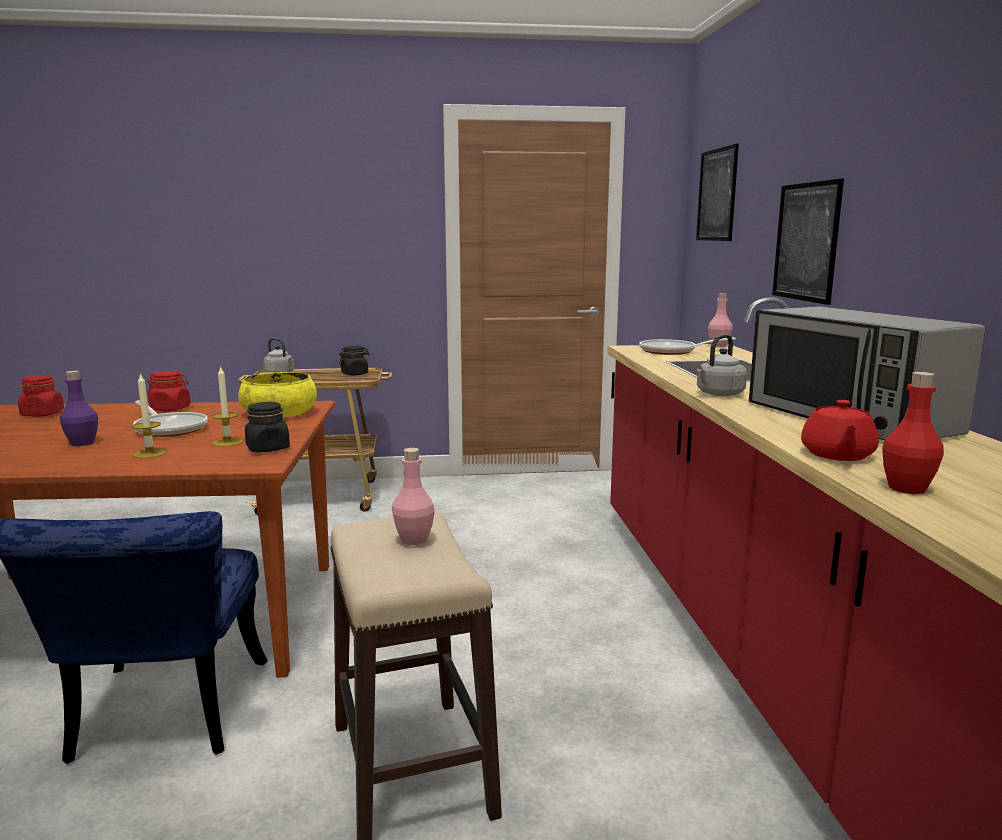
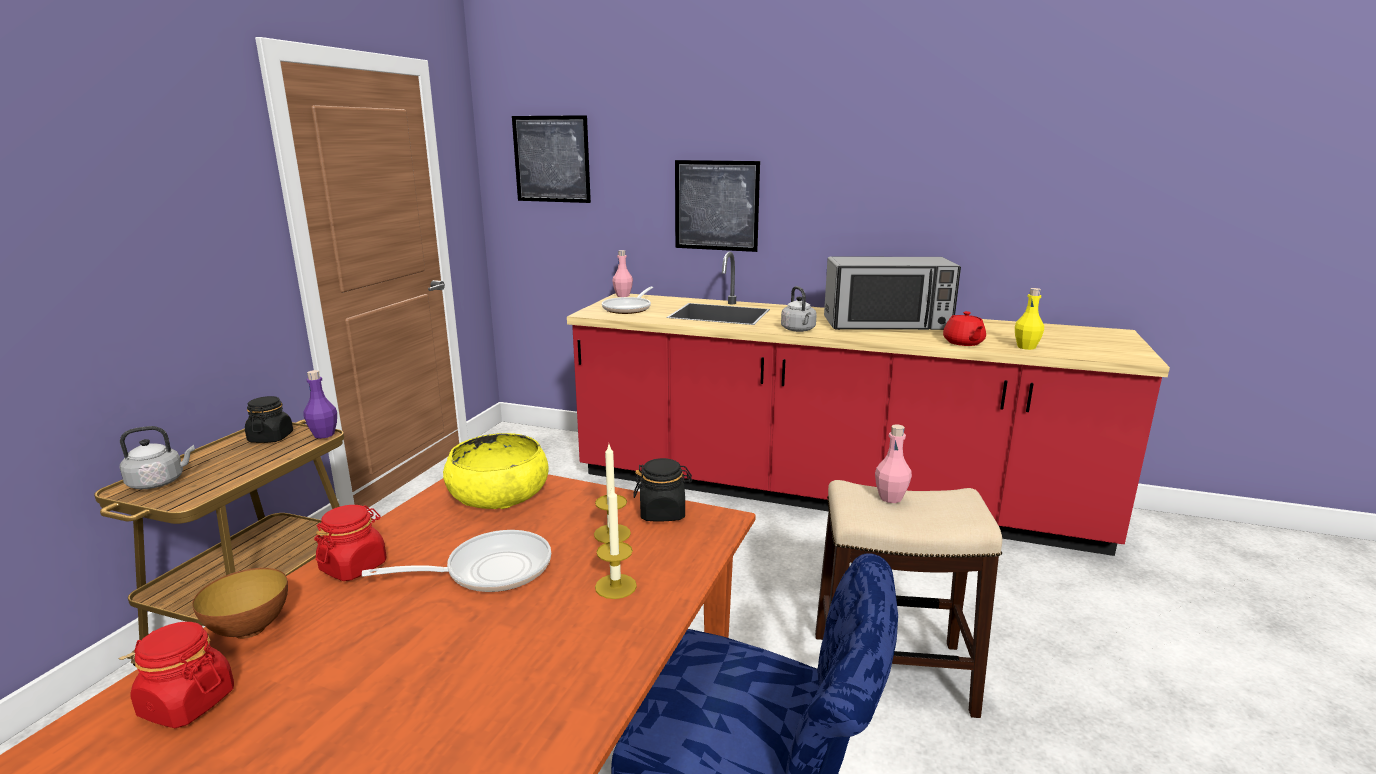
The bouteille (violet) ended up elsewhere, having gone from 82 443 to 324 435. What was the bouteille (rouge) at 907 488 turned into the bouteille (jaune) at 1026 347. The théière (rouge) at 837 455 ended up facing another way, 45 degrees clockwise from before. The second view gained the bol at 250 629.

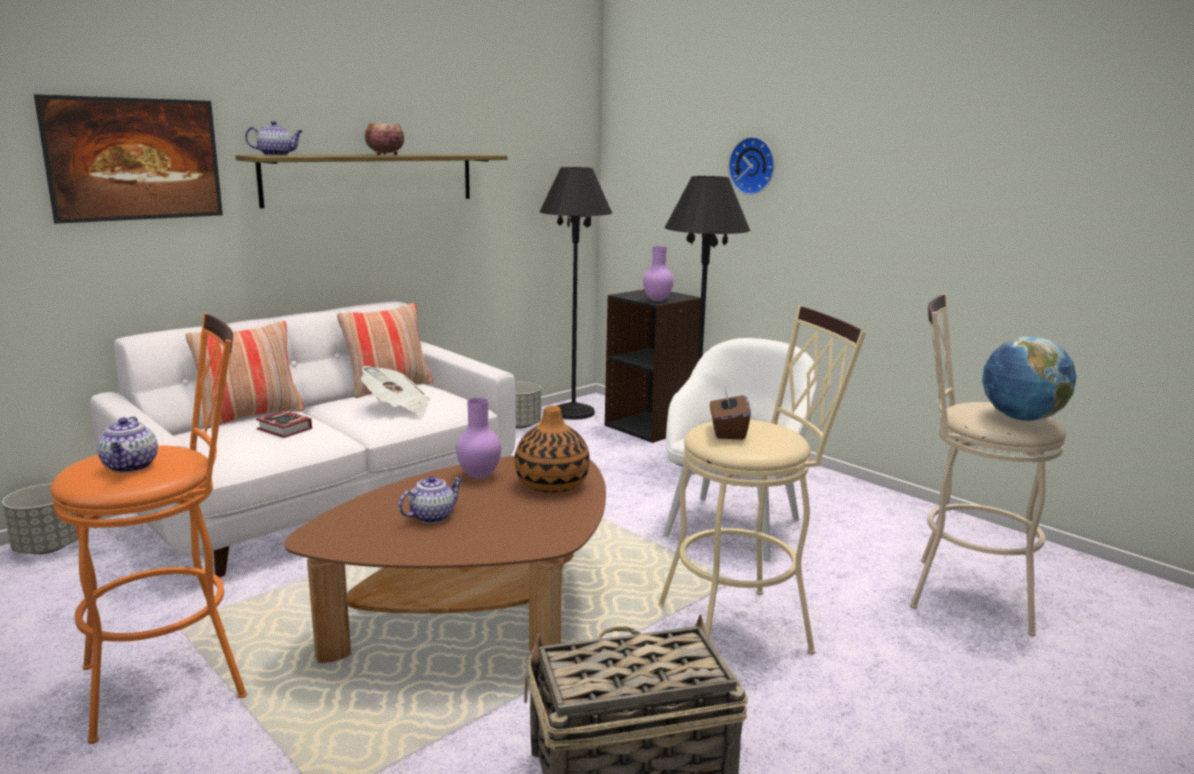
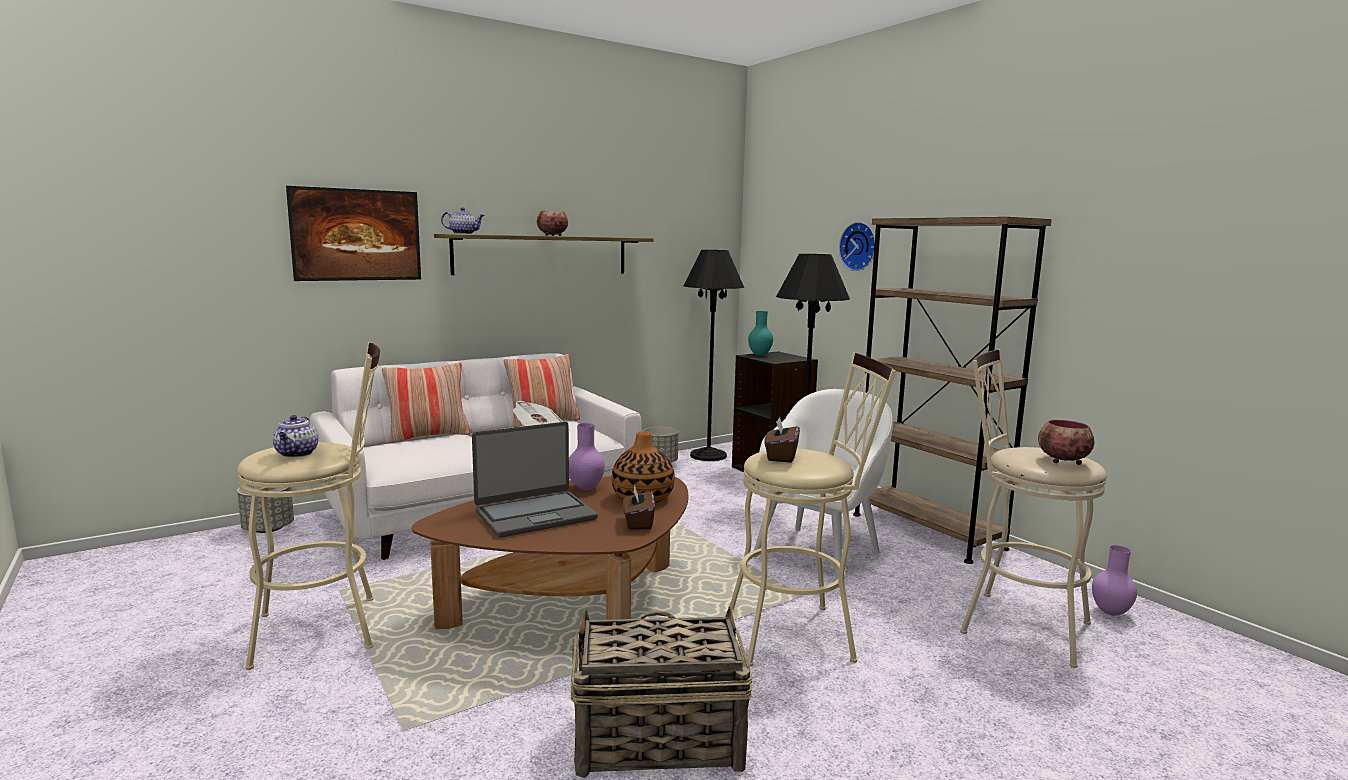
The vase (violet) ended up elsewhere, having gone from 657 300 to 1110 613. What was the tabouret (orange) at 181 677 turned into the tabouret (beige) at 329 629. Where the globe stood at 1021 418, the bol came to stand at 1062 461. The second view lost the livre at 284 430. Where the théière stood at 433 516, the ordinateur portable came to stand at 535 515. The second view gained the bibliothèque (marron) at 926 531. The second view gained the vase (turquoise) at 759 355. The second view gained the boîte à mouchoirs (marron) at 638 522.

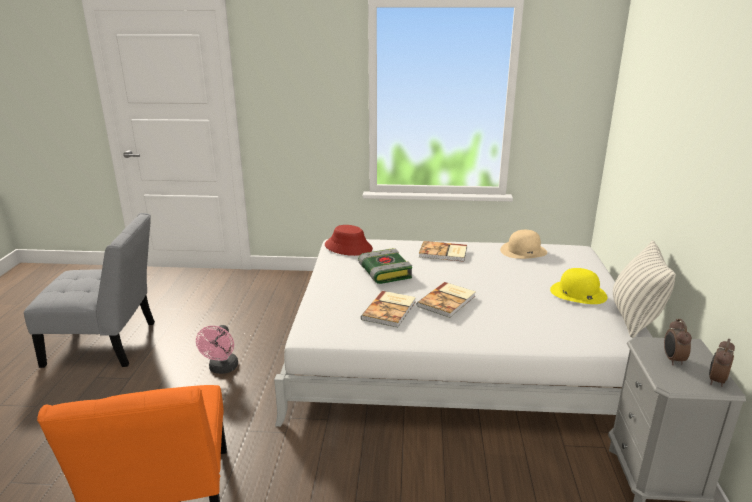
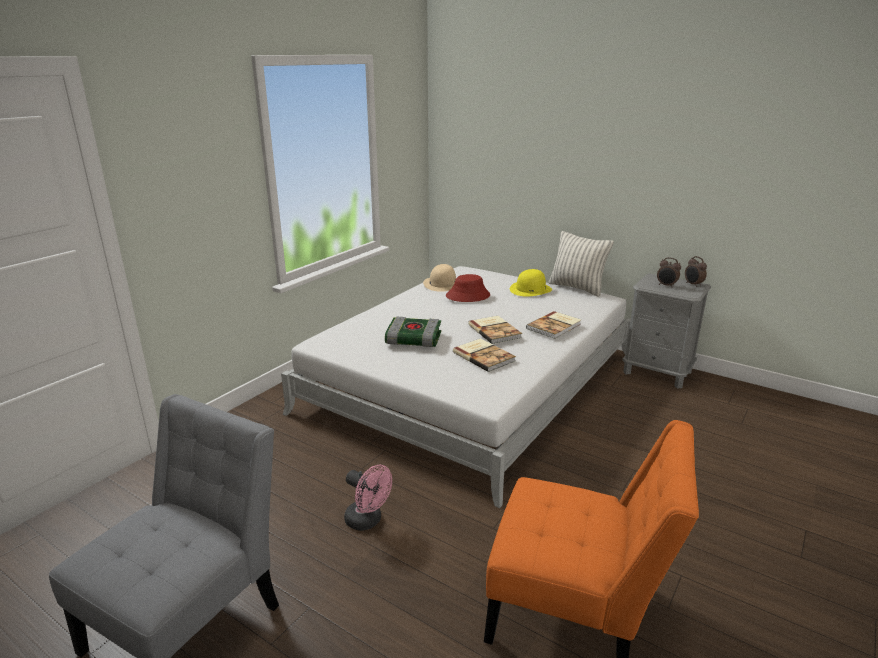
The chapeau (rouge) ended up elsewhere, having gone from 348 247 to 468 296. The livre ended up elsewhere, having gone from 443 253 to 555 326.

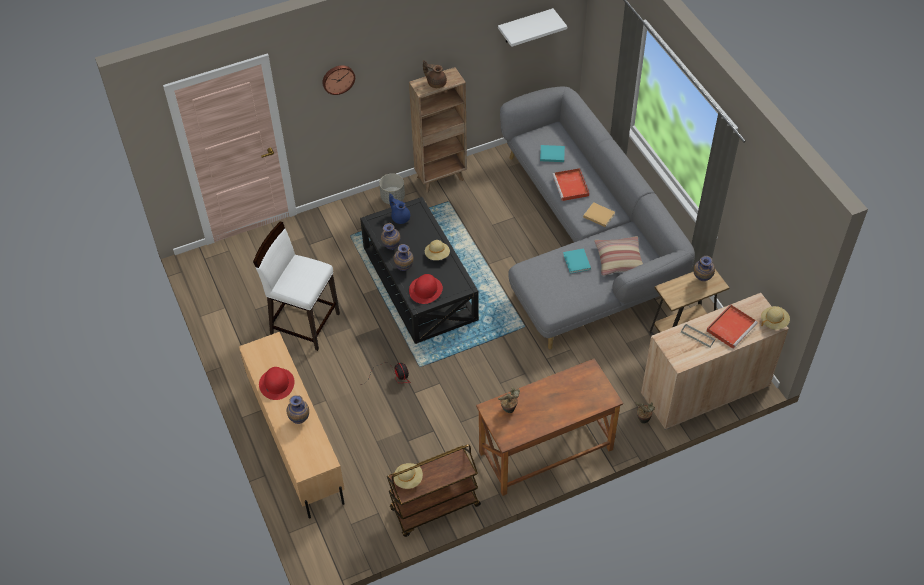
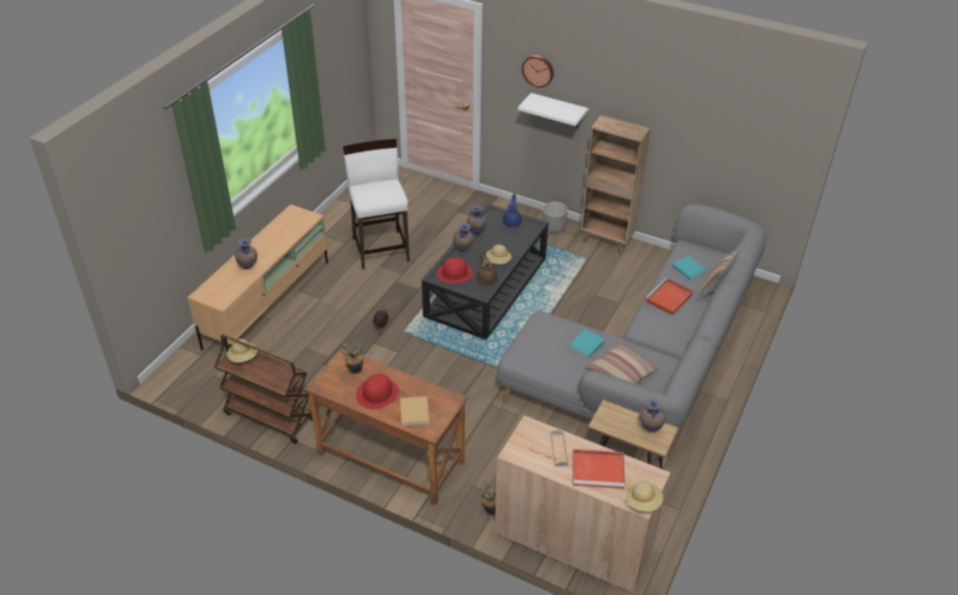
The étagère (blanc) ended up elsewhere, having gone from 525 26 to 558 111. The théière (marron) ended up elsewhere, having gone from 436 83 to 486 279. The livre (beige) ended up elsewhere, having gone from 598 215 to 414 411. The chapeau (rouge) ended up elsewhere, having gone from 276 383 to 377 393. The second view gained the coussin at 714 289.

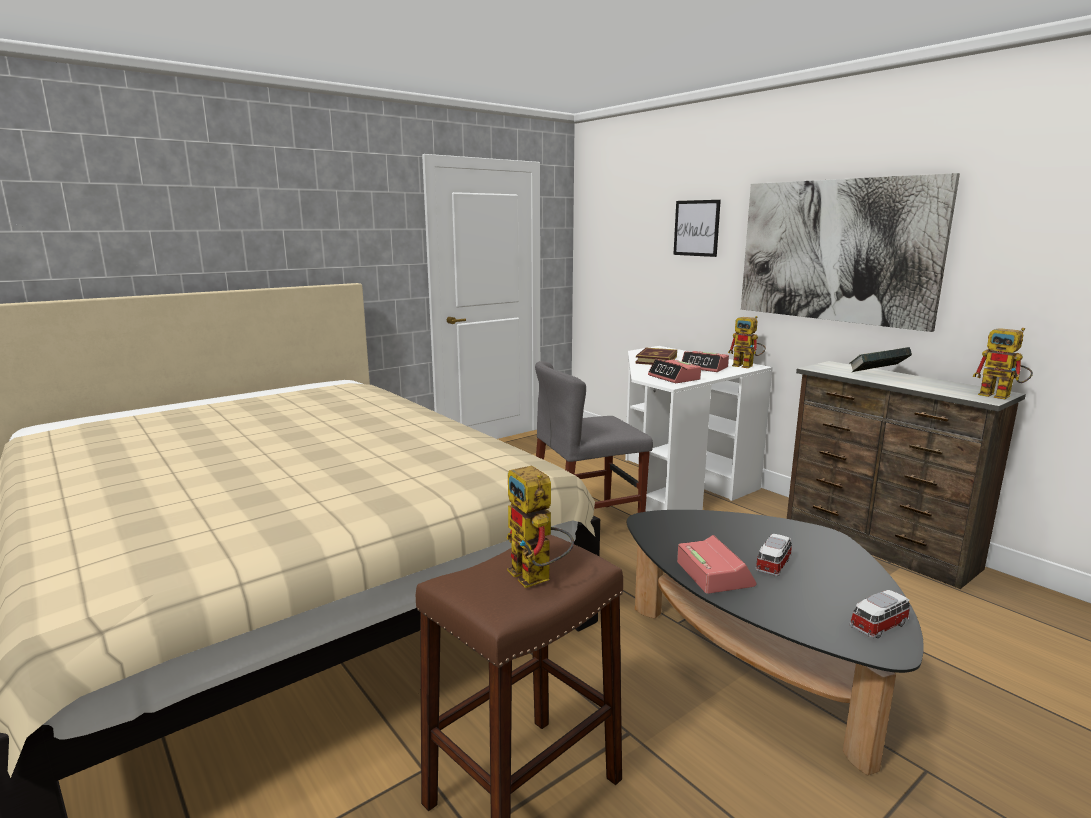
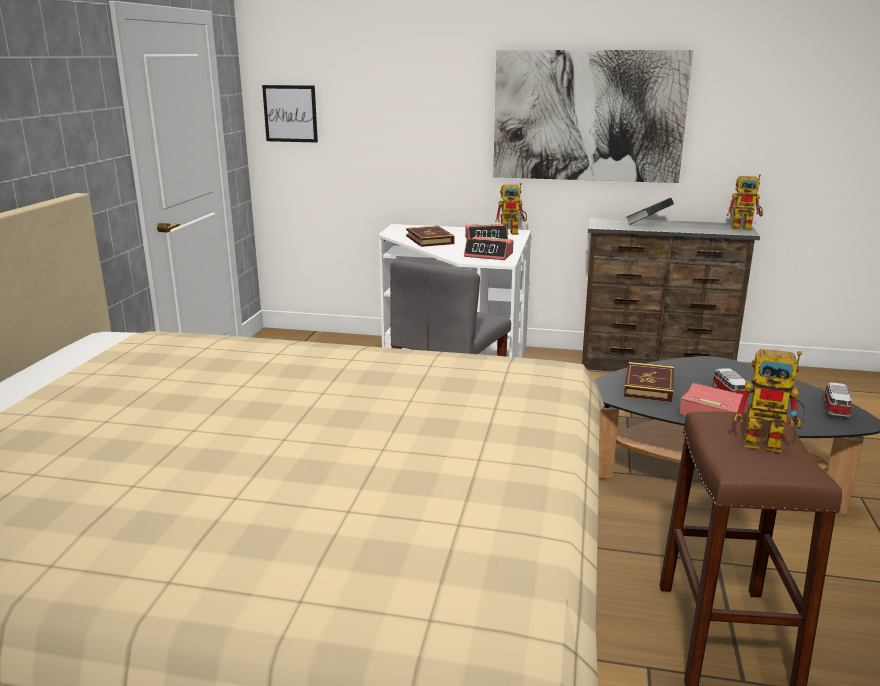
The tableau ended up elsewhere, having gone from 696 228 to 290 113. The second view gained the livre at 648 386.

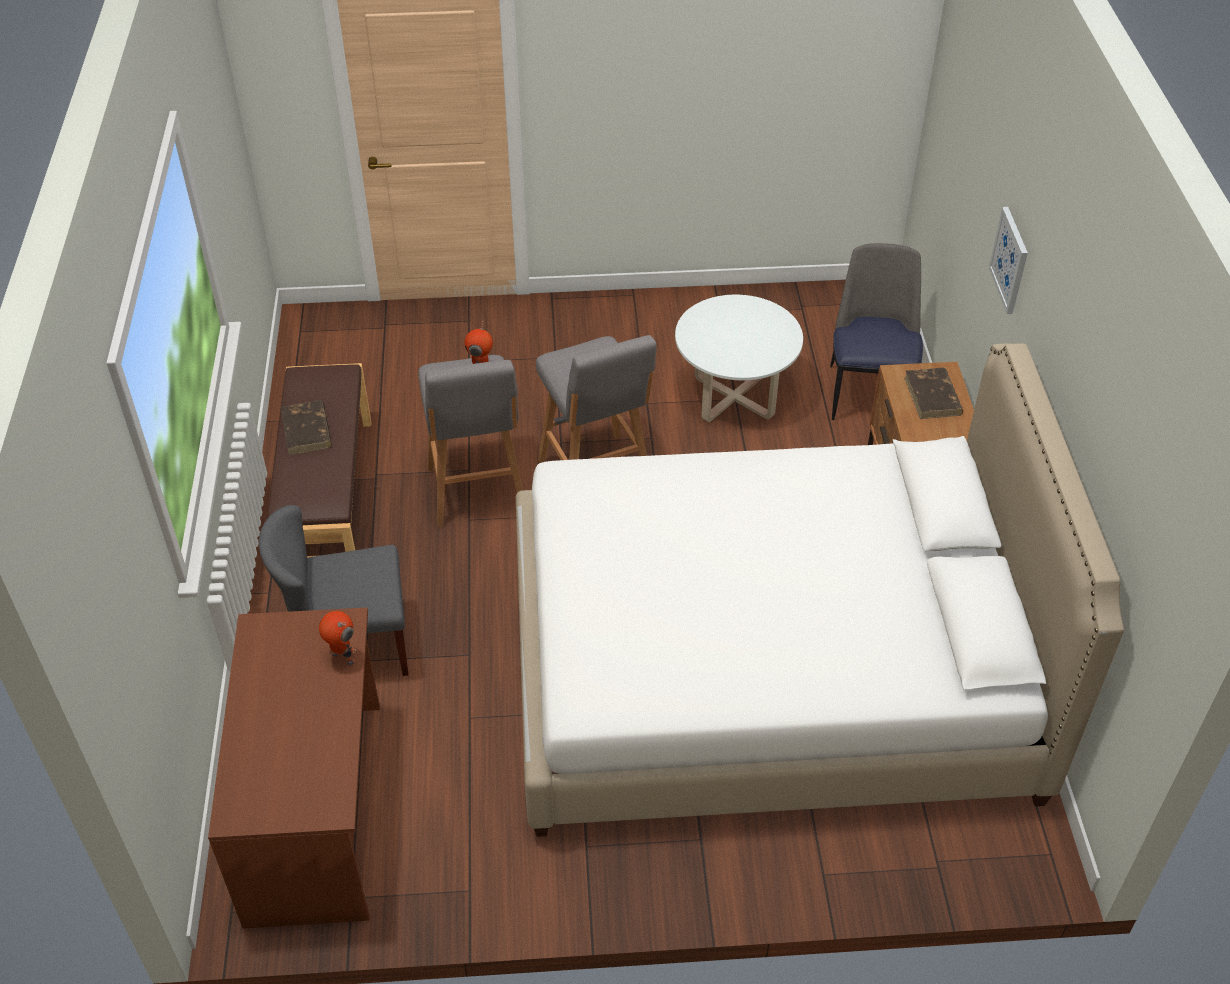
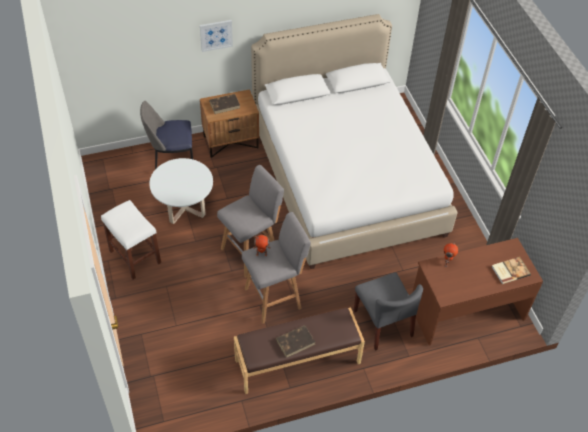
The second view gained the tabouret (blanc) at 136 257. The second view gained the livre at 509 270.

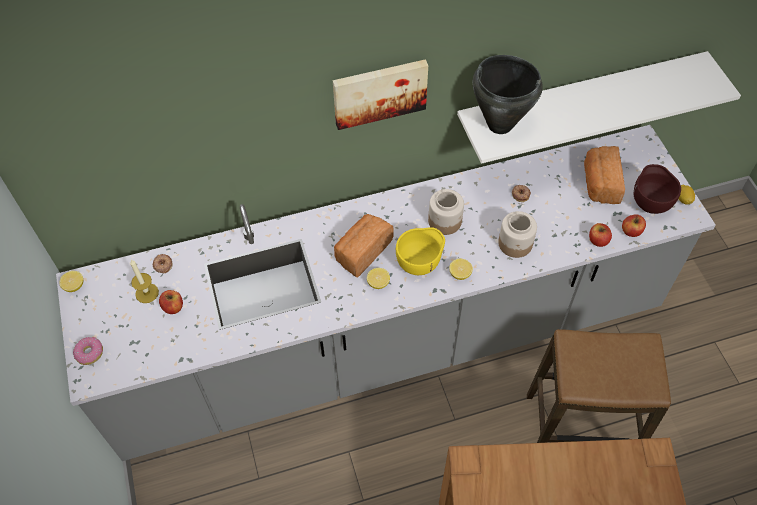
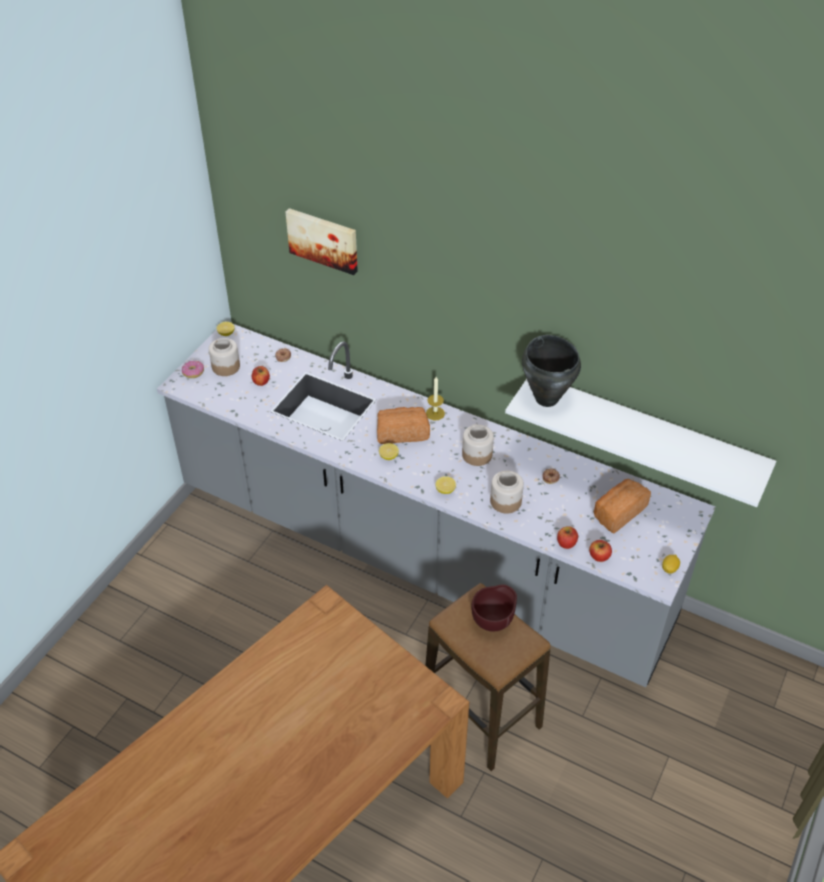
The tableau ended up elsewhere, having gone from 379 92 to 323 239. The bol (marron) ended up elsewhere, having gone from 649 203 to 493 621. The second view lost the bol (jaune) at 420 264. The bougie ended up elsewhere, having gone from 147 293 to 435 413. The second view gained the bocal at 225 366.

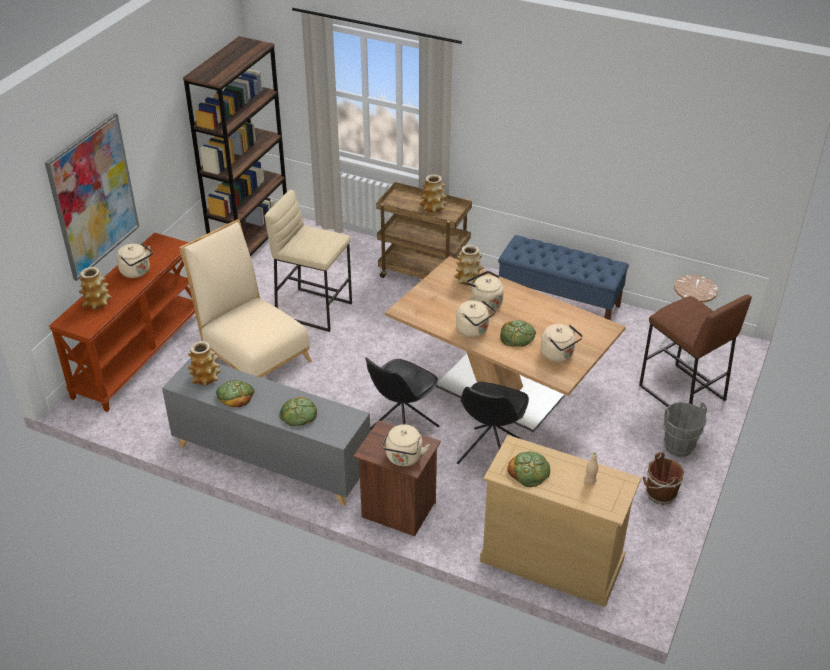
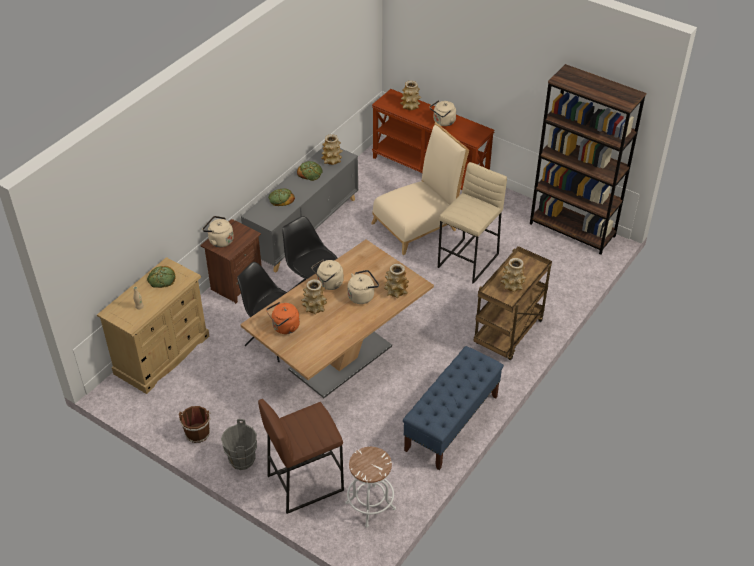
The second view lost the tableau at 93 196. Where the pain stood at 517 336, the vase came to stand at 314 307. What was the bouilloire (beige) at 559 355 turned into the bouilloire (orange) at 284 327.

